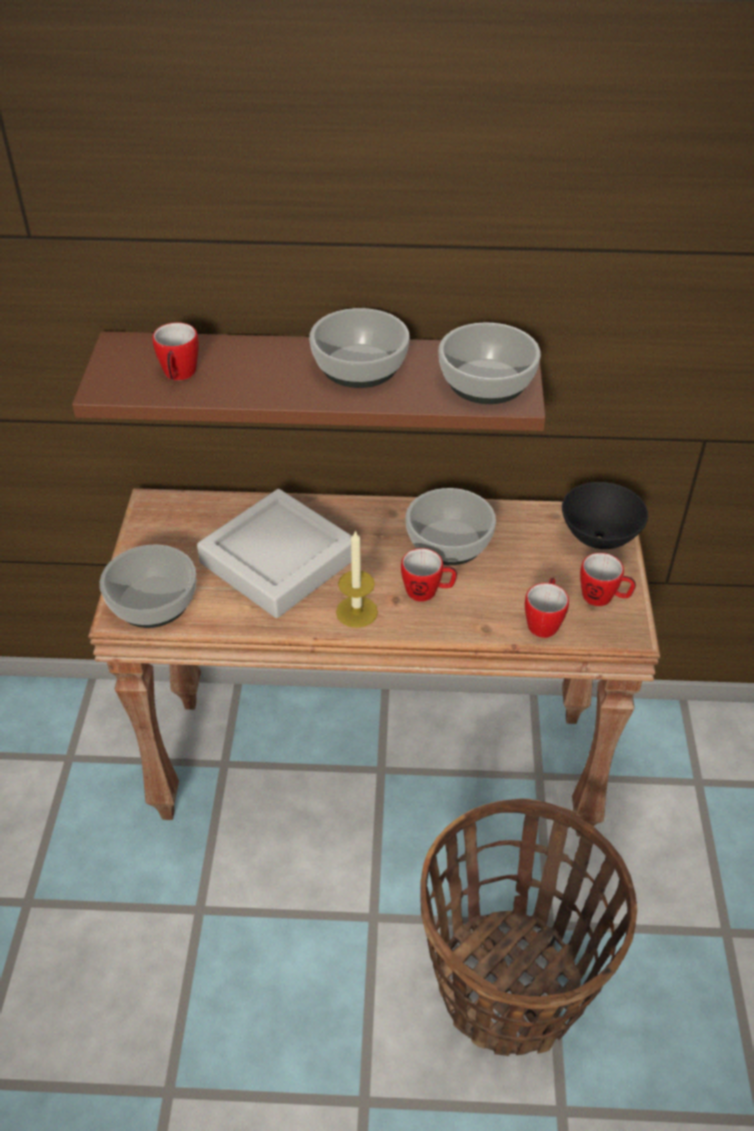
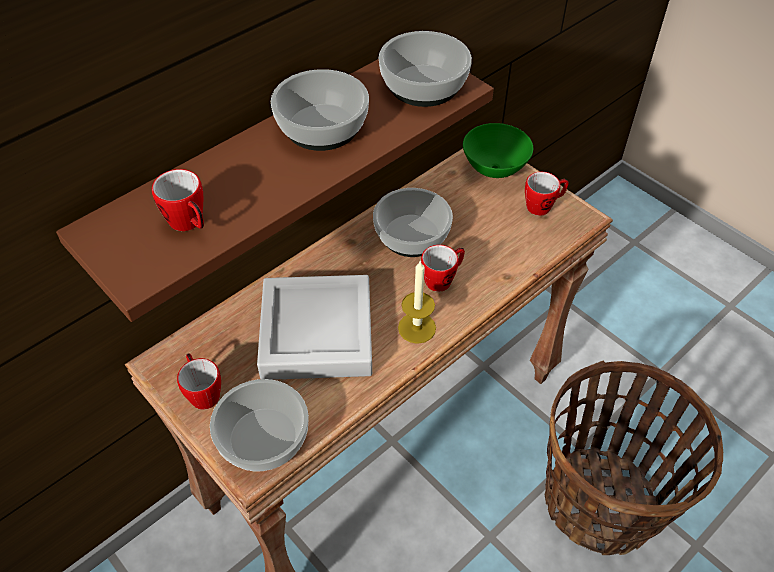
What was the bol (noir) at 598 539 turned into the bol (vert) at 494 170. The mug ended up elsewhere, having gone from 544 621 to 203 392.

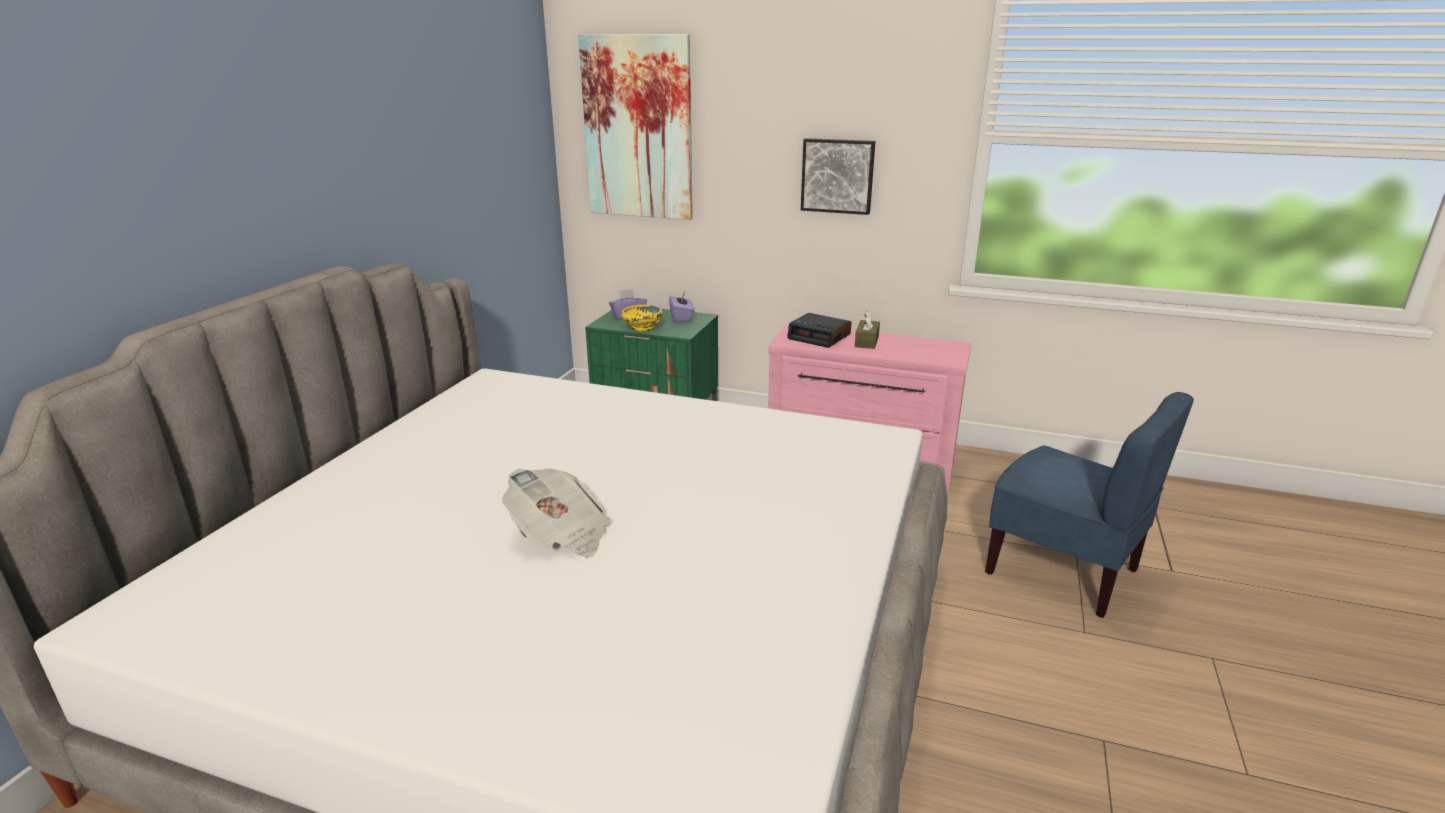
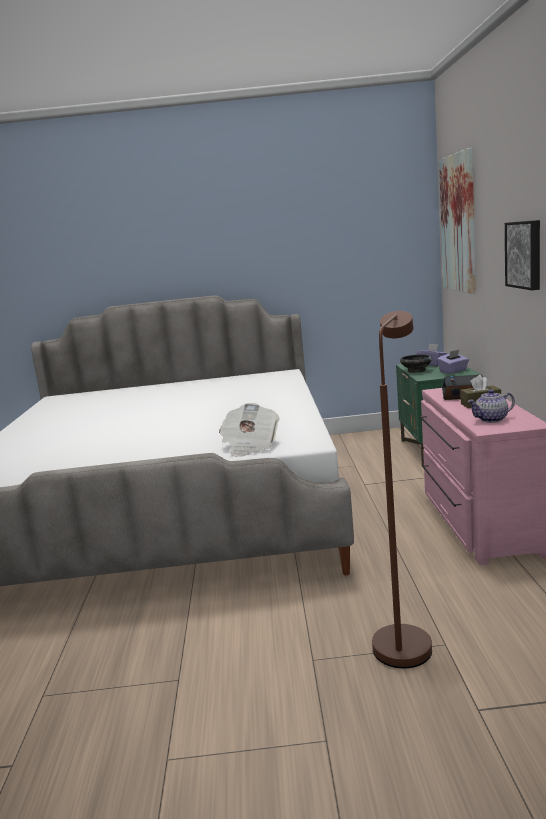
What was the bol (jaune) at 642 328 turned into the bol (noir) at 416 370. Where the chaise (bleu) stood at 1063 570, the lampadaire (marron) came to stand at 404 639. The journal ended up elsewhere, having gone from 560 535 to 250 446. The second view gained the théière at 492 419.

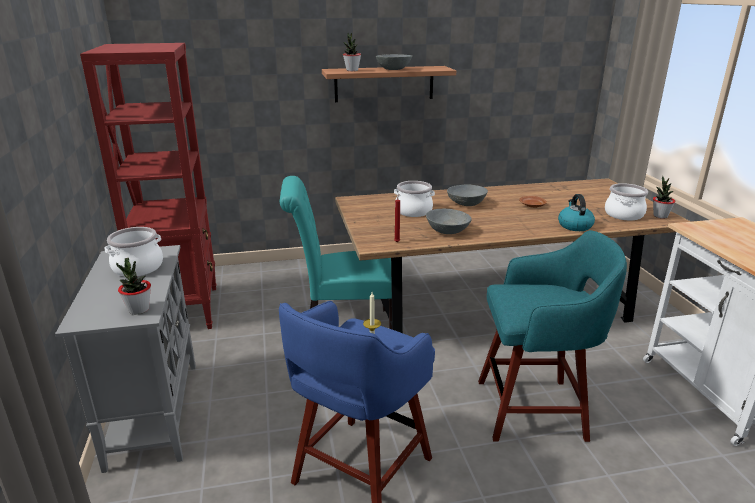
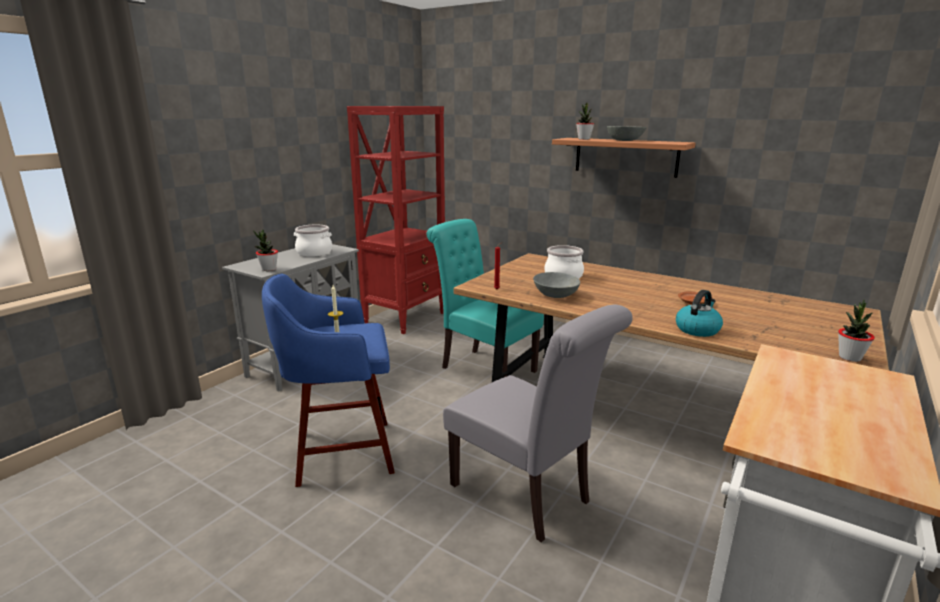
The second view lost the marmite at 623 214. The second view lost the bol (gris) at 467 203. Where the tabouret (turquoise) stood at 534 409, the chaise (gris) came to stand at 526 496.

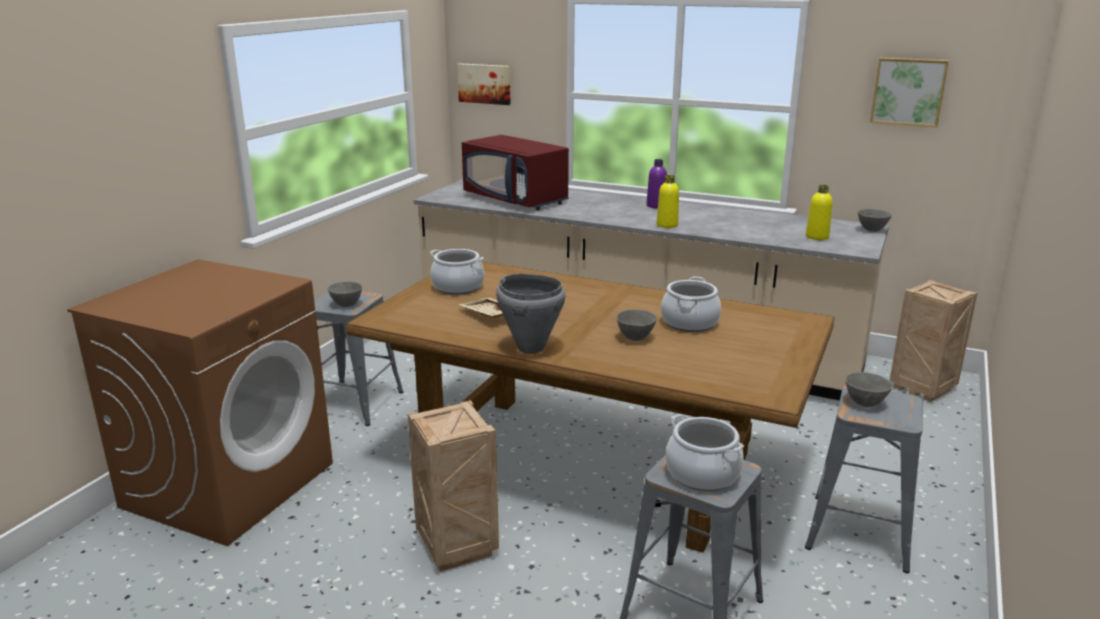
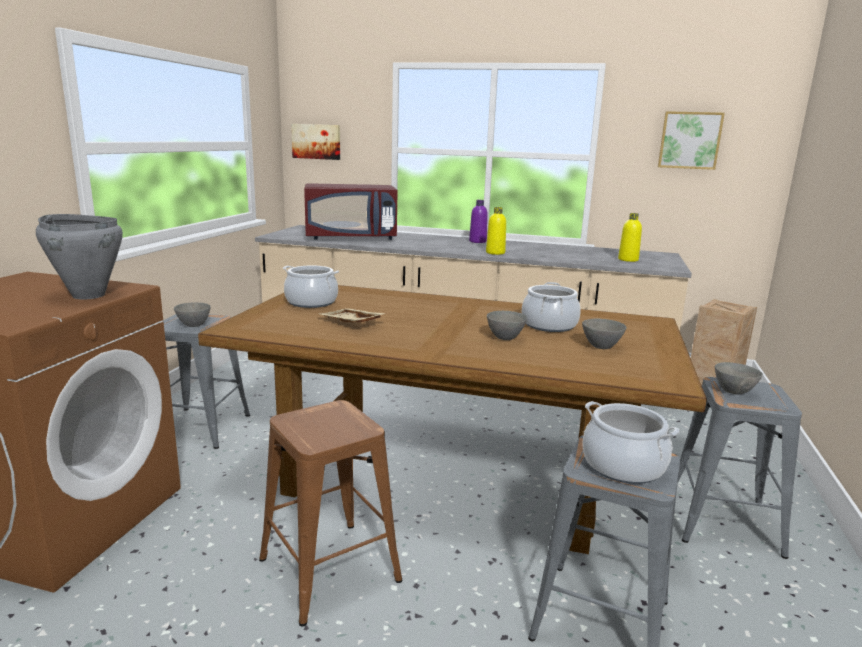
The micro-ondes (rouge) at 516 199 ended up facing another way, 45 degrees counterclockwise from before. The bol (gris) ended up elsewhere, having gone from 872 230 to 601 347. The marmite (gris) ended up elsewhere, having gone from 530 348 to 88 295. Where the caisse stood at 455 547, the tabouret (marron) came to stand at 328 570.

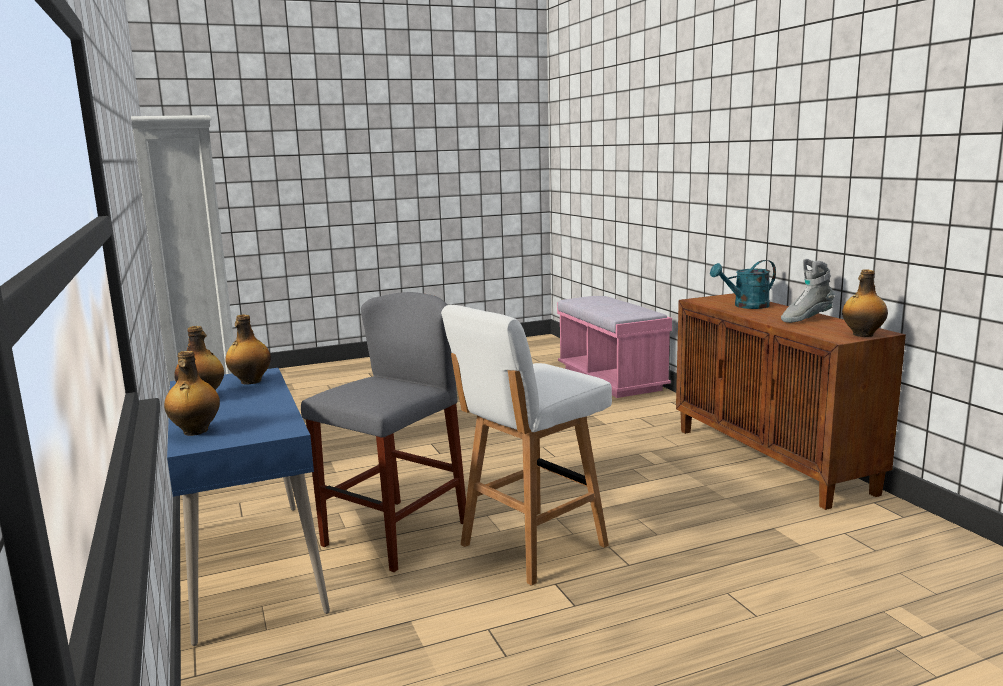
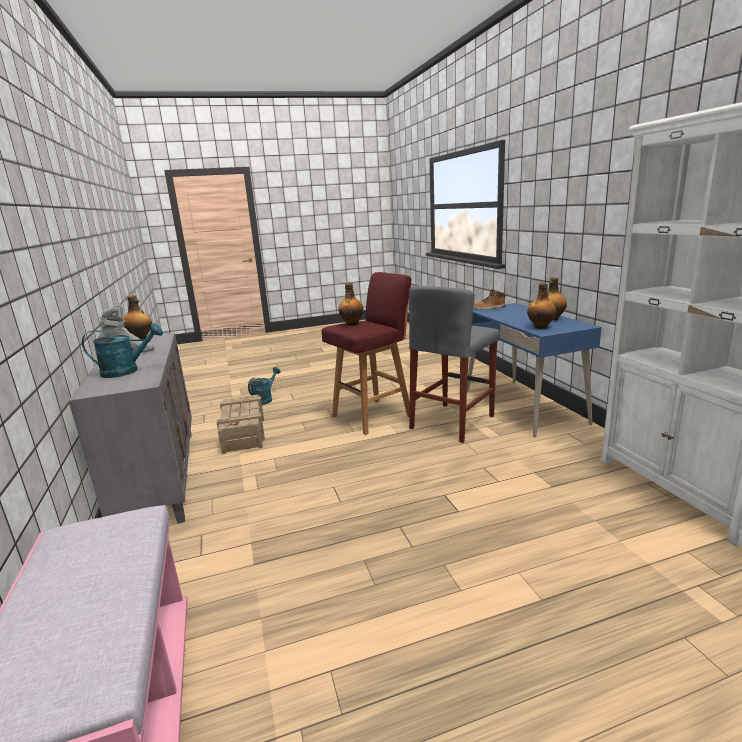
What was the meuble de rangement (marron) at 772 460 turned into the meuble de rangement (gris) at 159 476. What was the tabouret (blanc) at 530 546 turned into the tabouret (rouge) at 373 416. The bouteille ended up elsewhere, having gone from 195 431 to 352 324. The second view gained the botte at 489 308. The second view gained the arrosoir (turquoise) at 265 399. The second view gained the caisse at 244 432.

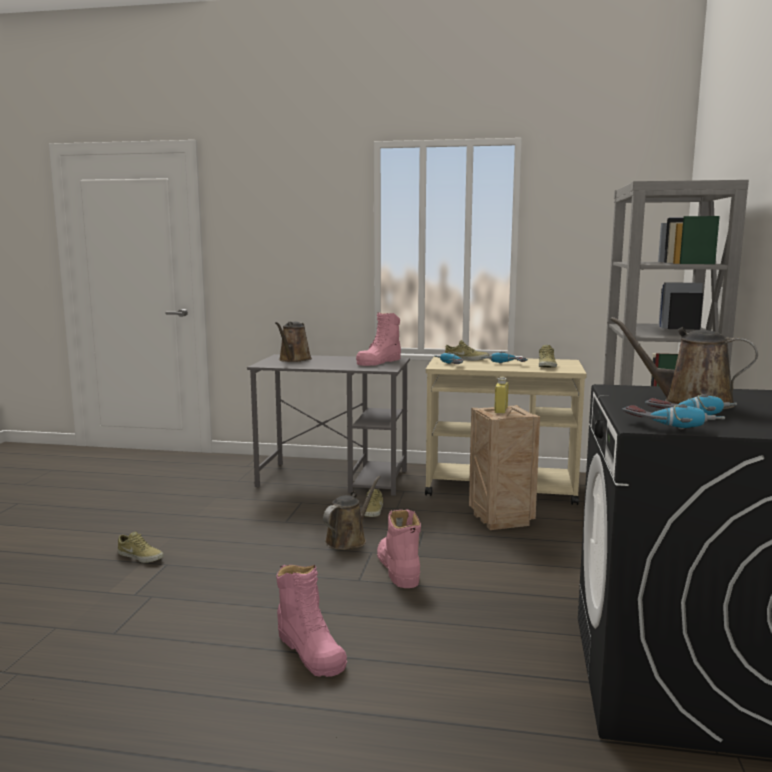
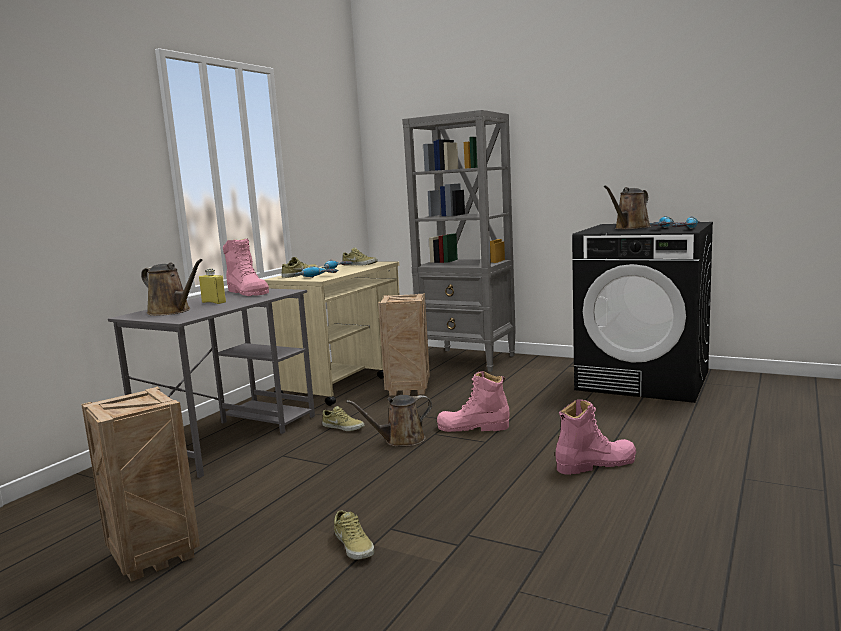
The bouteille (jaune) ended up elsewhere, having gone from 501 410 to 214 302. The arrosoir (marron) at 348 539 ended up facing another way, 75 degrees counterclockwise from before. The chaussure (beige) at 141 556 ended up facing another way, 105 degrees clockwise from before. The second view gained the caisse at 152 557.

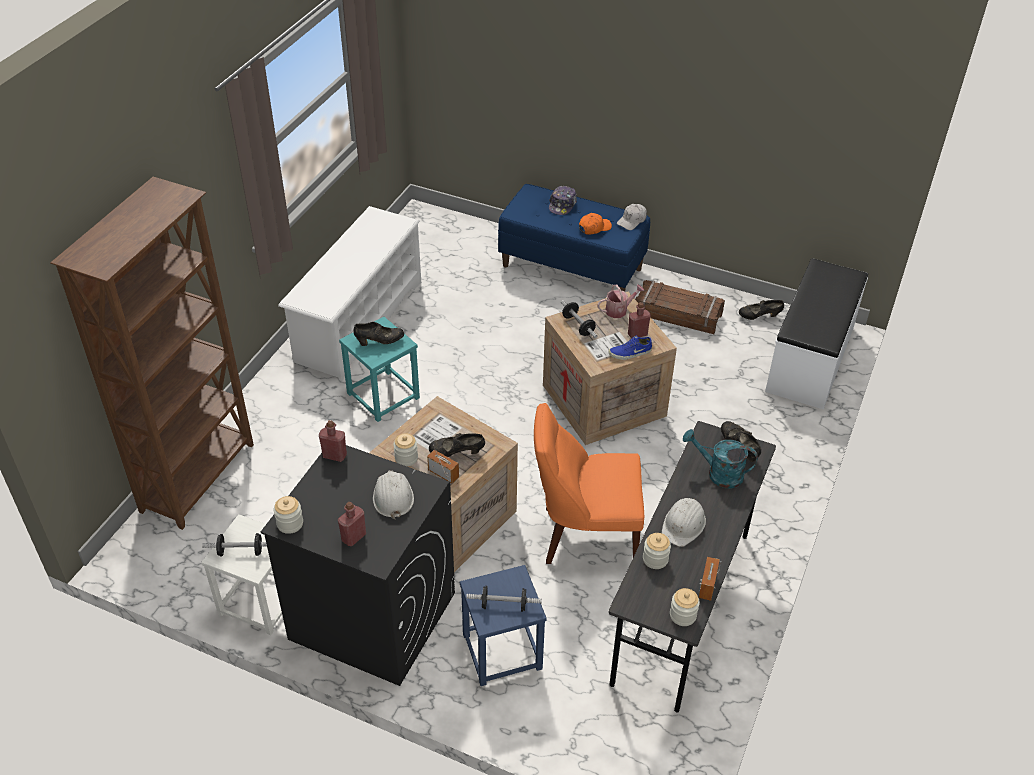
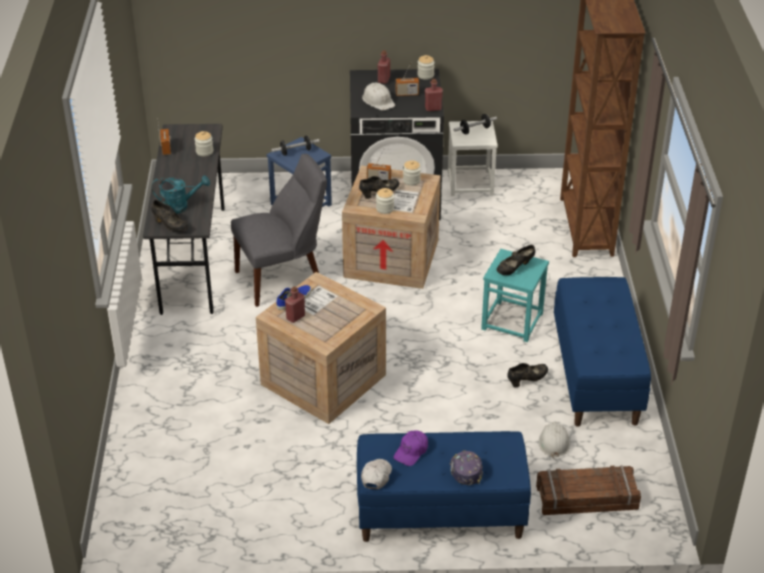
Where the étagère à chaussures (blanc) stood at 359 321, the banc (bleu) came to stand at 596 376. What was the casquette (orange) at 594 228 turned into the casquette (violet) at 411 452. The second view lost the banc (blanc) at 811 359. The caisse ended up elsewhere, having gone from 677 313 to 587 498. The second view lost the arrosoir at 619 310. The second view lost the haltère at 578 326. The chaussure (noir) ended up elsewhere, having gone from 759 316 to 527 380. What was the chaise (orange) at 585 535 turned into the chaise (gris) at 283 278. The casque de chantier (blanc) ended up elsewhere, having gone from 683 525 to 554 442. The bocal ended up elsewhere, having gone from 683 615 to 385 209. The second view gained the radio at 407 94.

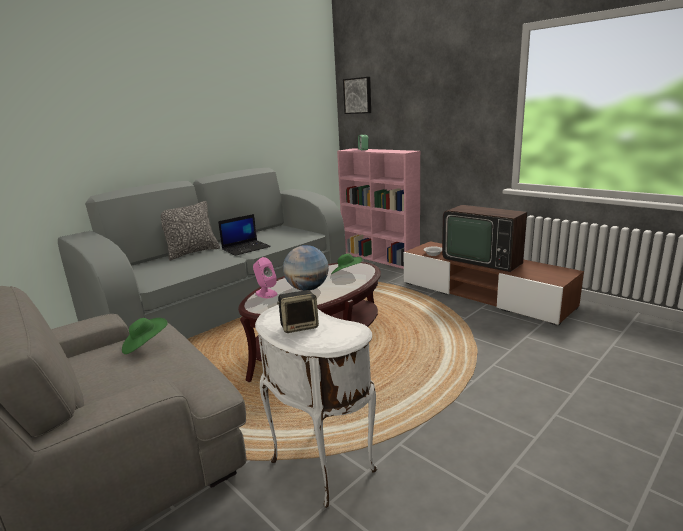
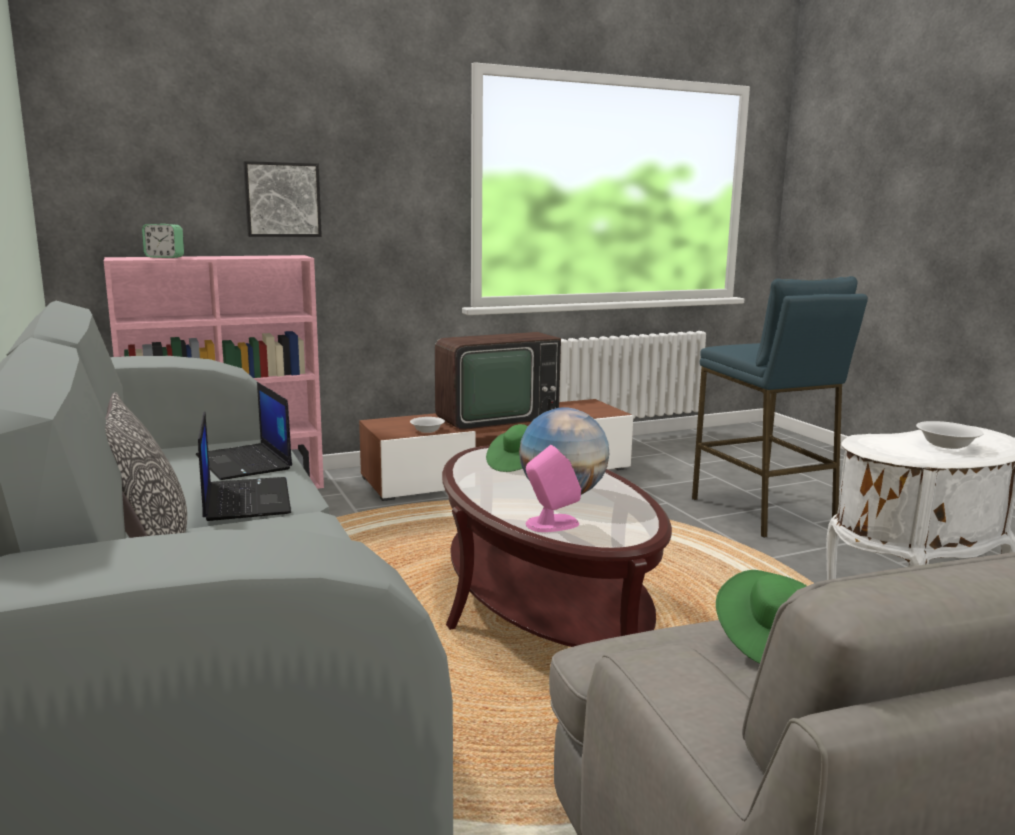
The tableau ended up elsewhere, having gone from 358 95 to 282 199. Where the enceinte stood at 300 326, the bol (blanc) came to stand at 946 444. The second view gained the tabouret (bleu) at 762 511. The second view gained the ordinateur portable at 245 462.

